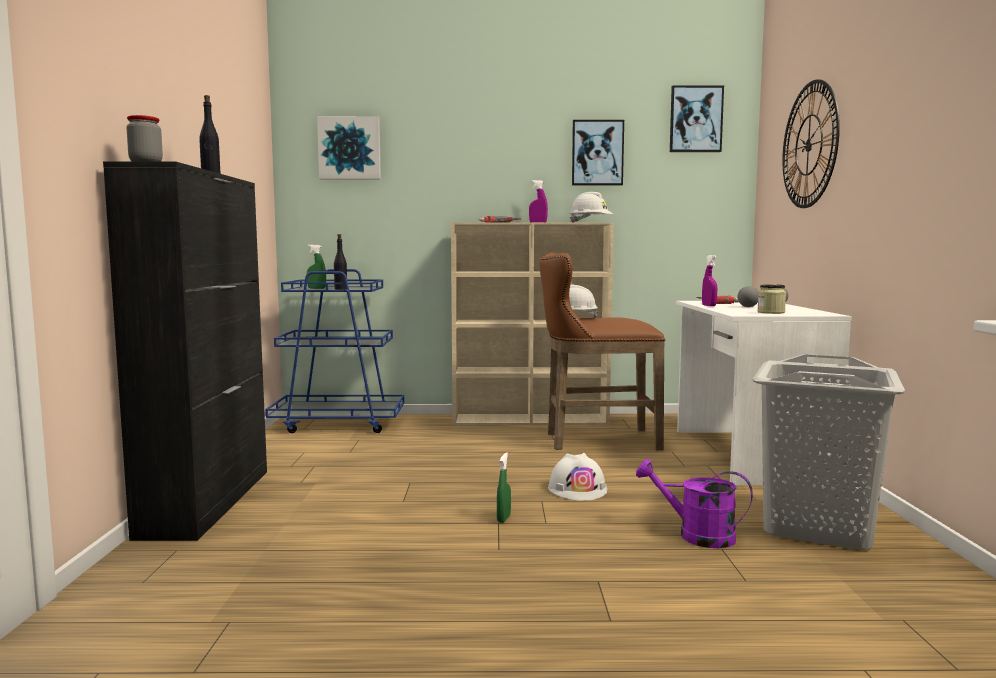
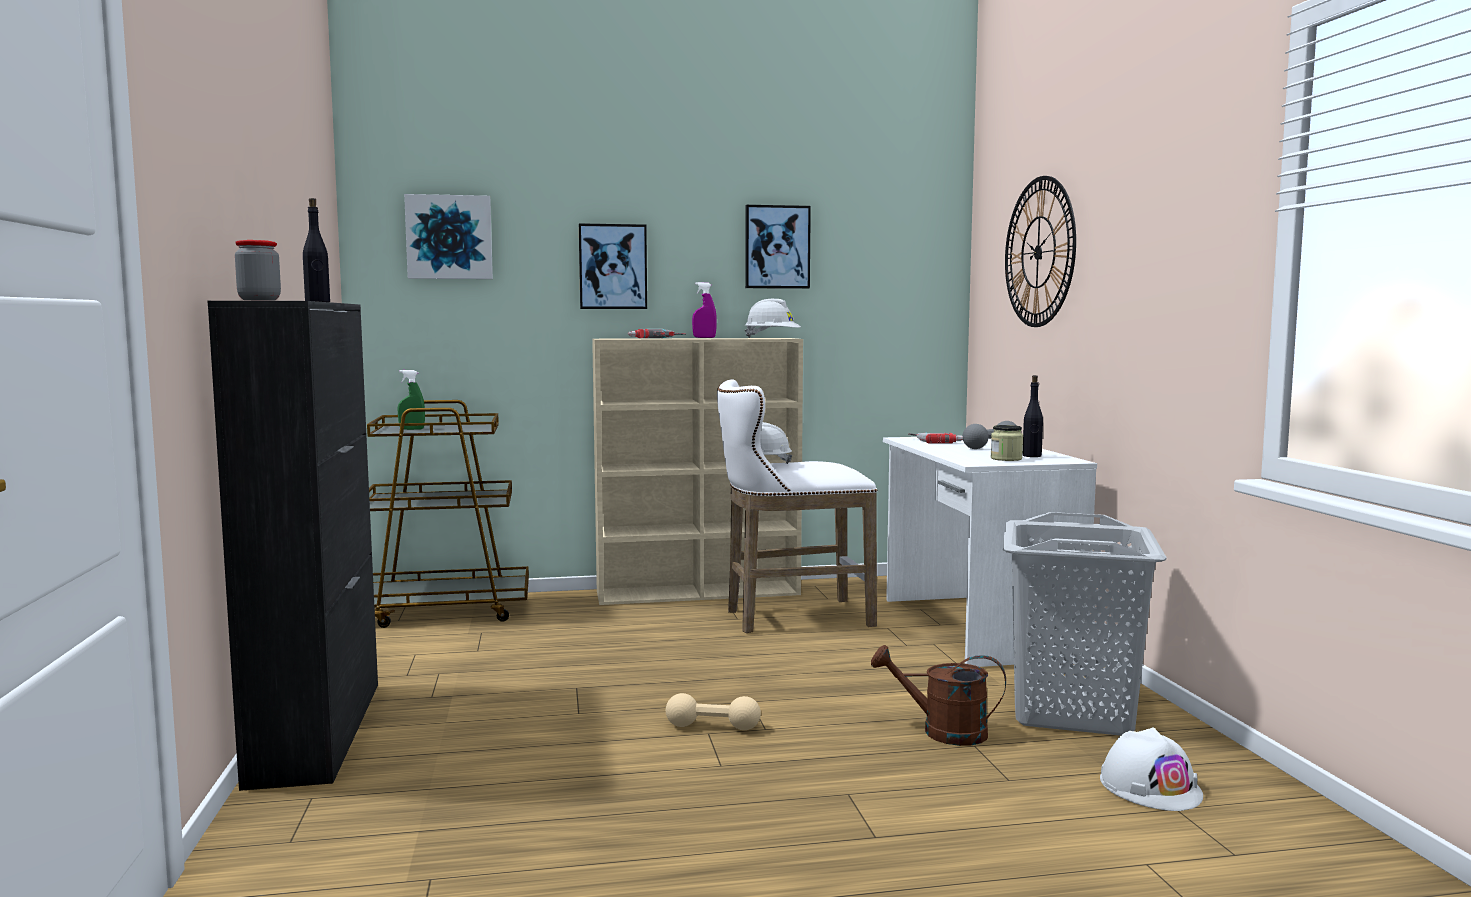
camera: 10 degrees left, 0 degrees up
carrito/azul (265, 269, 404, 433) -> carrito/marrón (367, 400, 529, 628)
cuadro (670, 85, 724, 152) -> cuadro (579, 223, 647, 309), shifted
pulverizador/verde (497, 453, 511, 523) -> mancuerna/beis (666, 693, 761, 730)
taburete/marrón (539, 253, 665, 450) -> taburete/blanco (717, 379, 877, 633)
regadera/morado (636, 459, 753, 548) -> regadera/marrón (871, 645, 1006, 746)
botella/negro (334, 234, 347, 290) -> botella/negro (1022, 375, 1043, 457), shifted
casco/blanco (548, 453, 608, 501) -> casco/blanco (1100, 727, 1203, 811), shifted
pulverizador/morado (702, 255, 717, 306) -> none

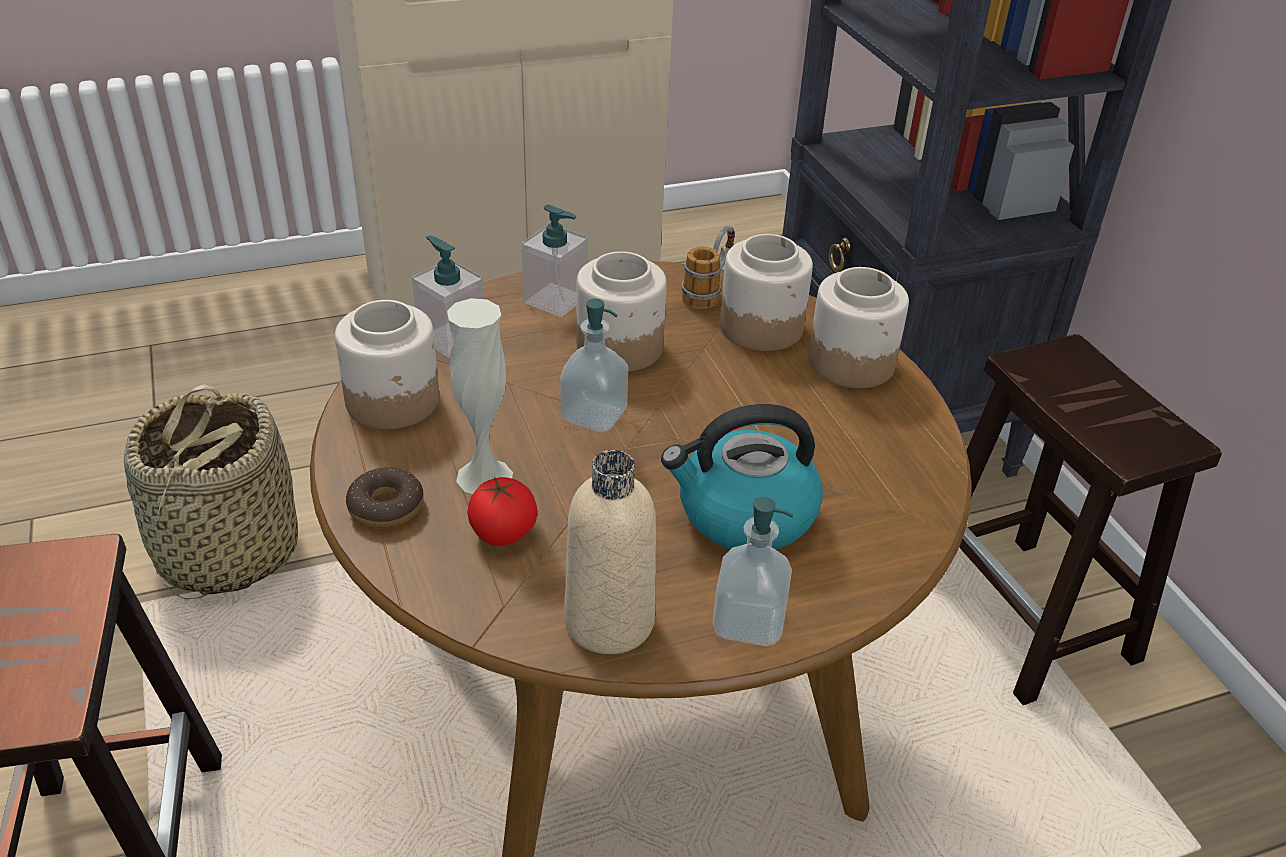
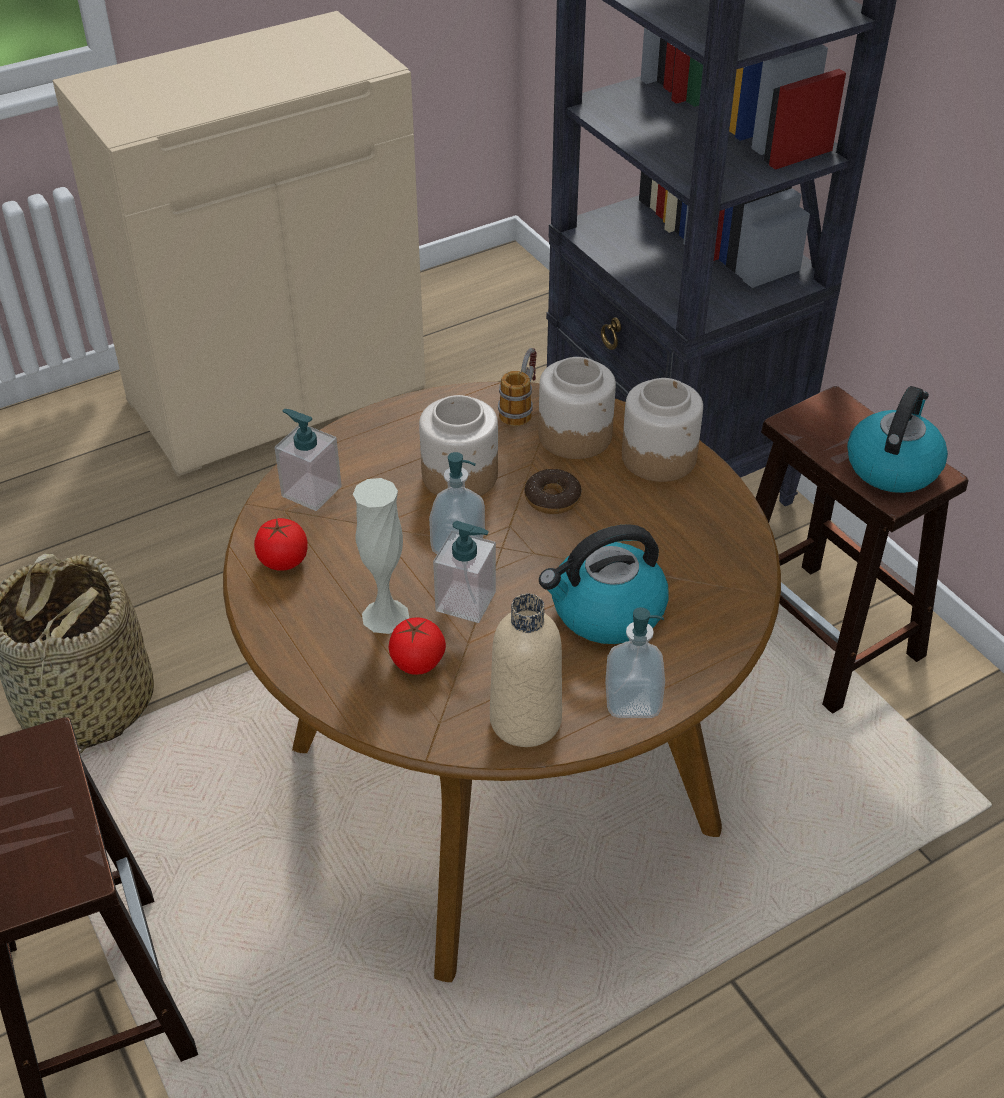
camera: 10 degrees left, 5 degrees up
tarro (335, 300, 439, 429) -> tomate (254, 518, 308, 571)
dispensador de jabón (522, 204, 588, 317) -> dispensador de jabón (433, 521, 496, 623), shifted
rosquilla (346, 467, 424, 528) -> rosquilla (524, 469, 581, 514), shifted
none -> hervidor (847, 386, 948, 493)

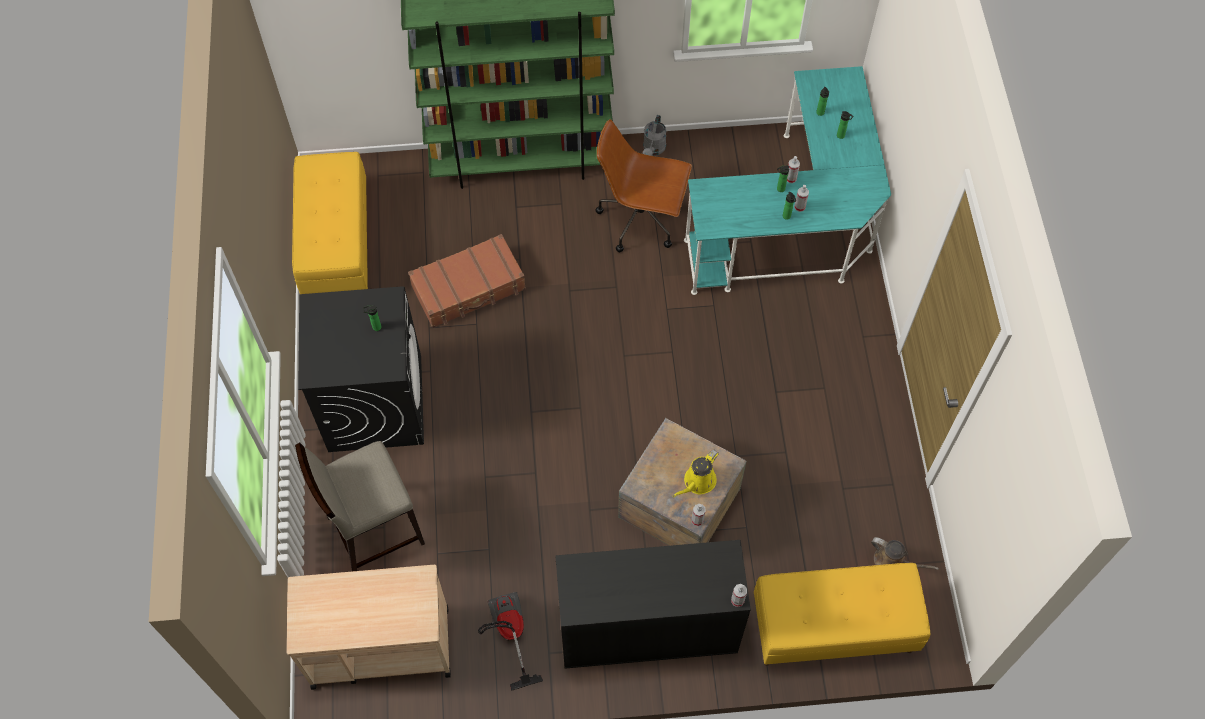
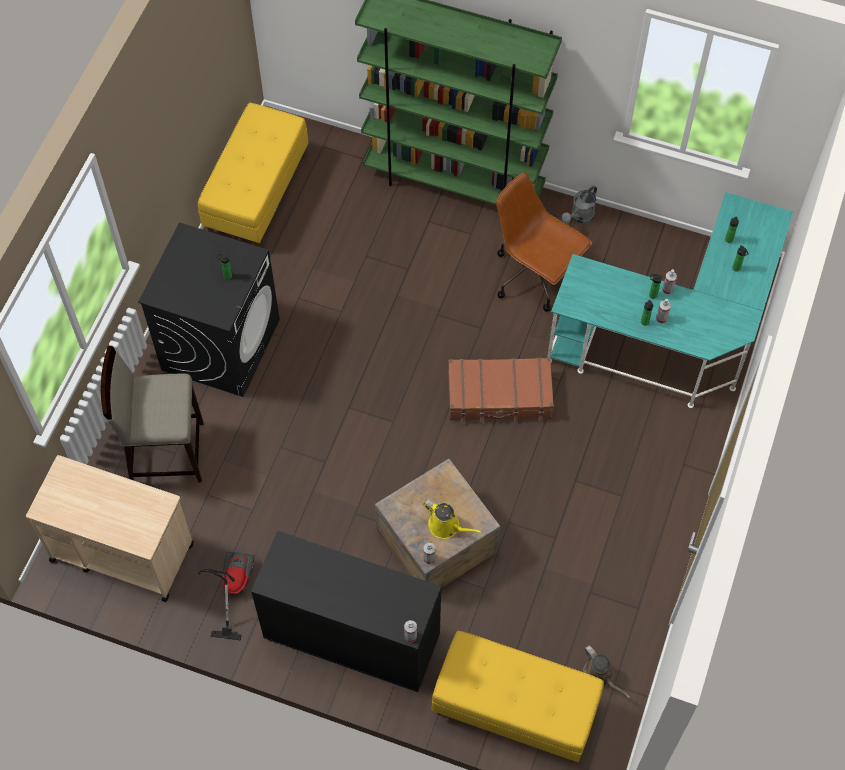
camera: 25 degrees right, 0 degrees up
regadera/amarillo (673, 450, 719, 497) -> regadera/amarillo (423, 499, 482, 539), 120 degrees counterclockwise
maleta/marrón (408, 234, 526, 328) -> maleta/marrón (448, 358, 554, 422), shifted

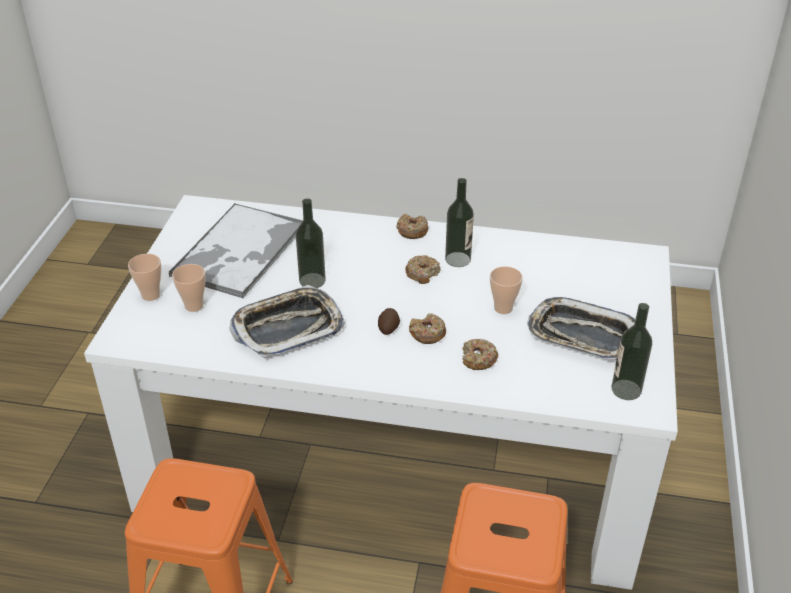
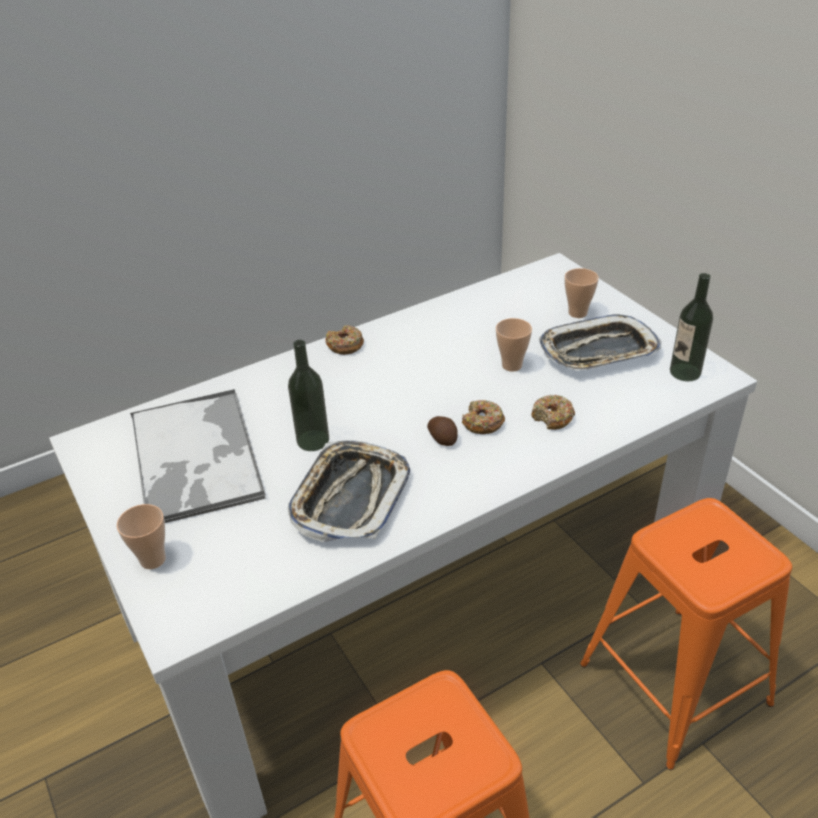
camera: 40 degrees left, 0 degrees up
taza (172, 264, 206, 312) -> taza (565, 268, 599, 318), shifted
rosquilla (405, 255, 441, 284) -> none
botella (445, 178, 474, 267) -> none

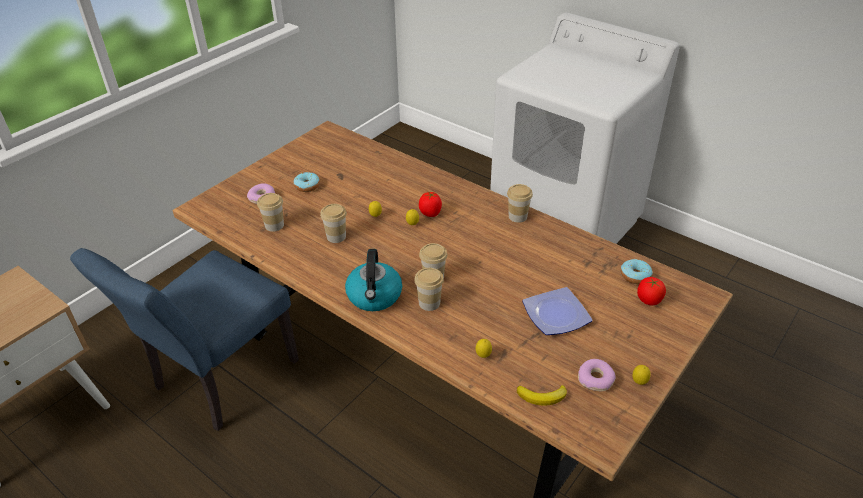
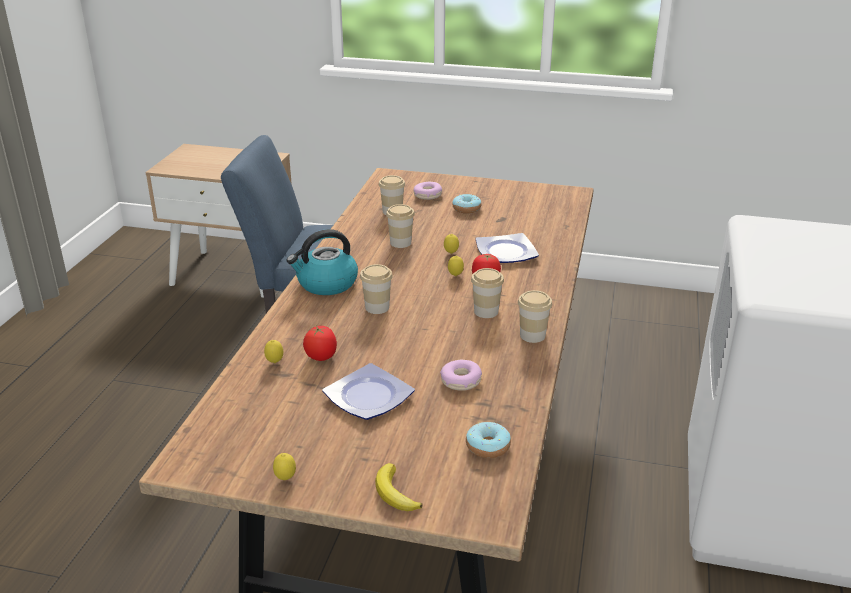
camera: 65 degrees right, 10 degrees down
tomate (637, 277, 666, 305) -> tomate (303, 325, 337, 361), shifted
plátano (517, 385, 567, 405) -> plátano (375, 463, 423, 511), shifted
rosquilla (578, 359, 616, 391) -> rosquilla (440, 360, 482, 391), shifted
taza (414, 268, 444, 311) -> taza (471, 268, 504, 318), shifted
none -> plato (476, 233, 539, 263)

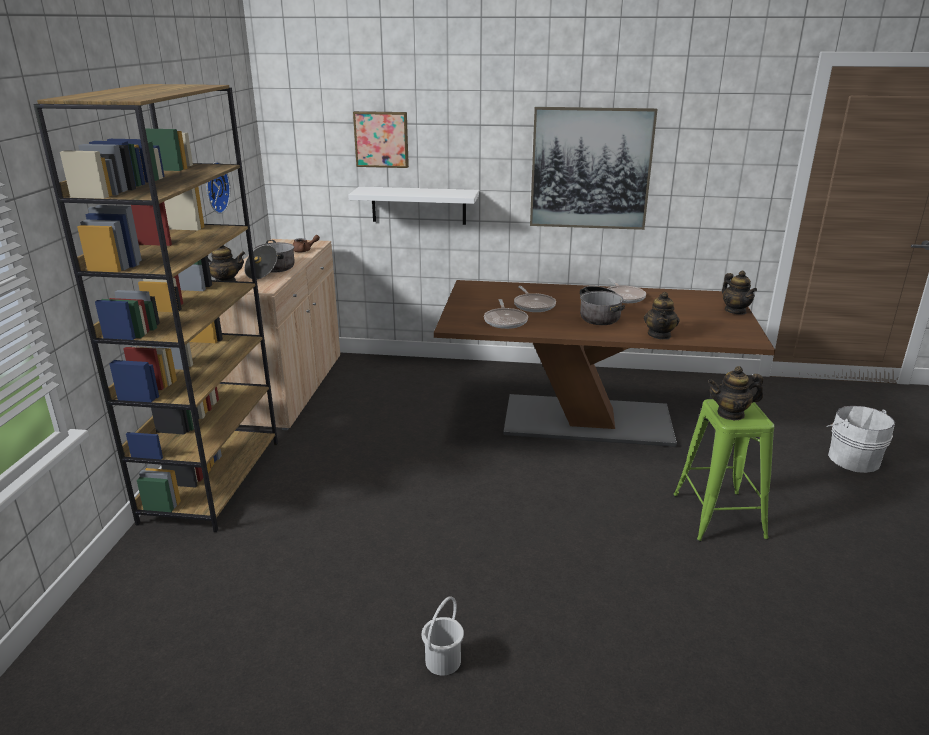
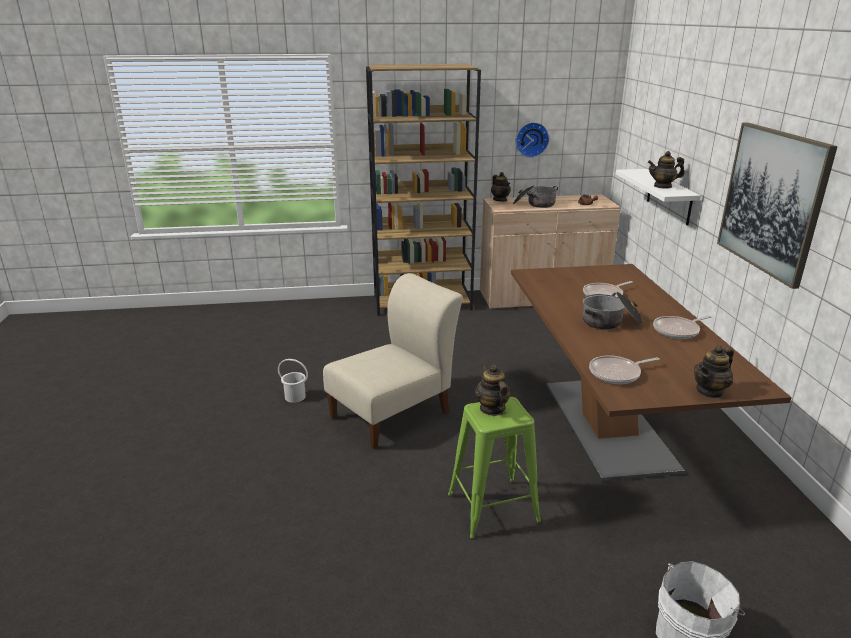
camera: 75 degrees right, 0 degrees up
none -> silla/beis (323, 273, 463, 449)
sartén (484, 299, 528, 329) -> sartén (589, 355, 660, 384), shifted
tetera (644, 292, 679, 340) -> tetera (648, 151, 684, 189), shifted
cuadro (353, 111, 409, 168) -> none

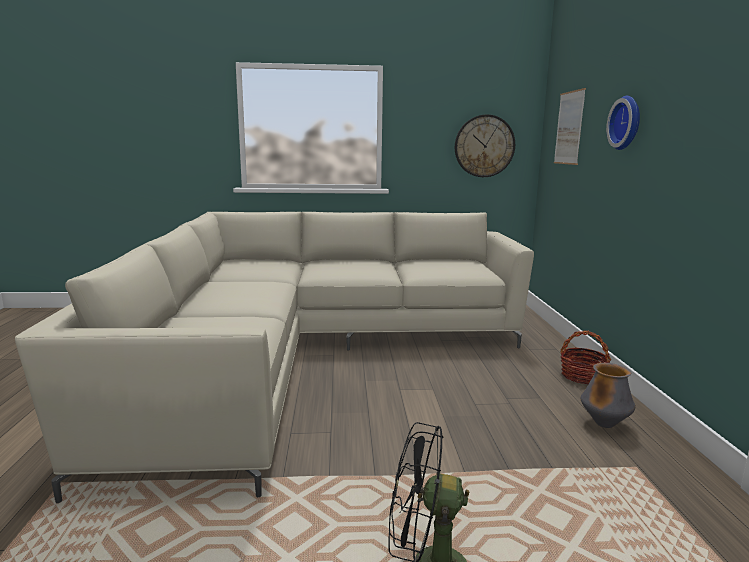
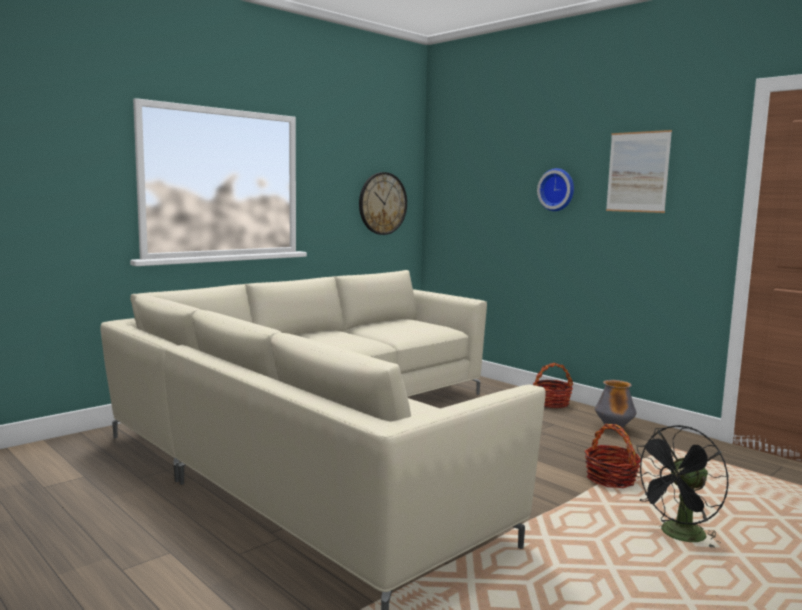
camera: 40 degrees left, 5 degrees down
none -> cesta (585, 424, 641, 488)
cuadro (554, 88, 586, 165) -> cuadro (606, 130, 672, 213), shifted

